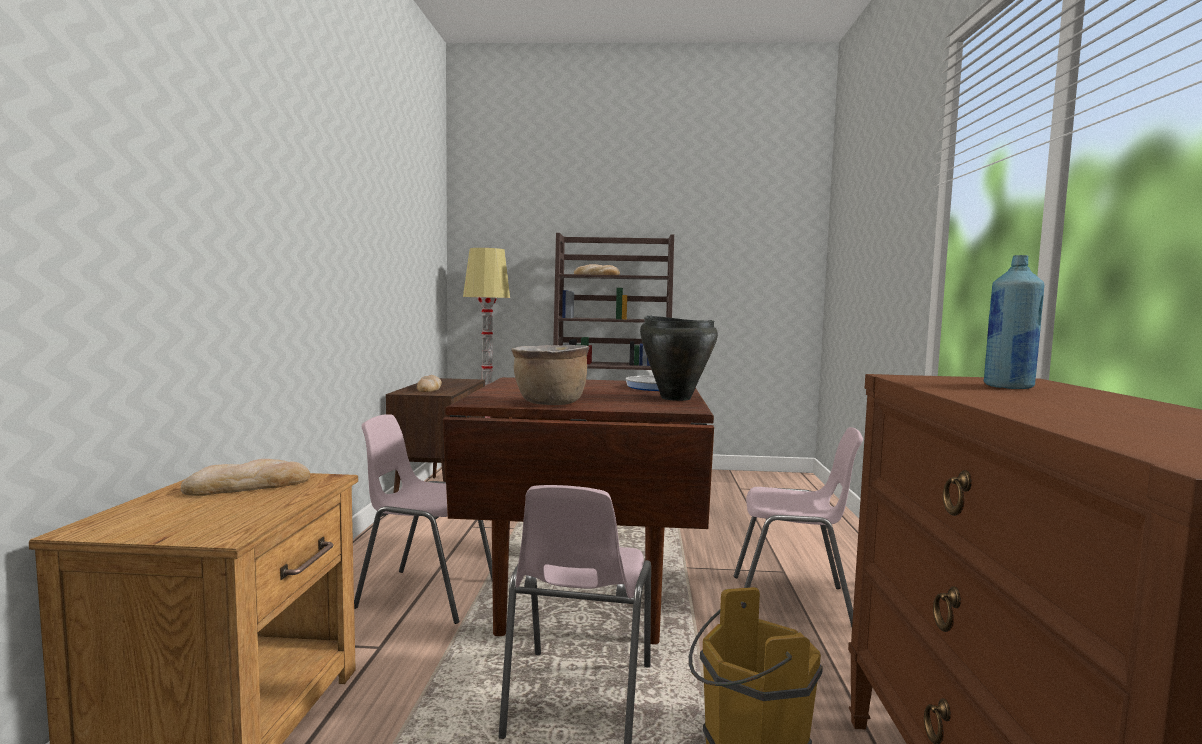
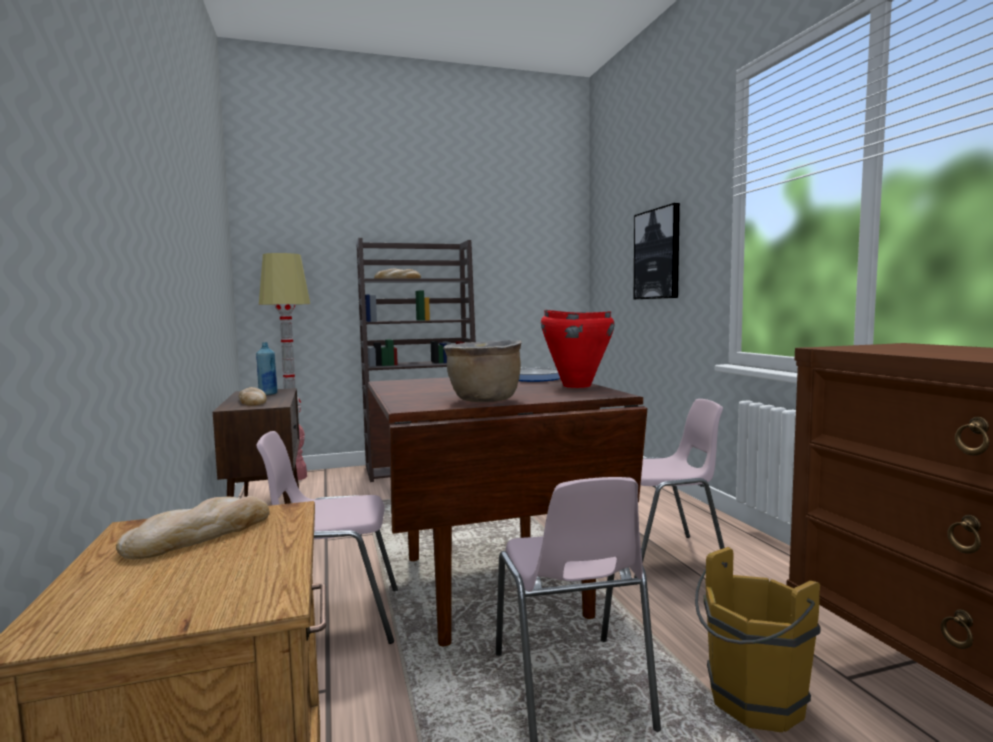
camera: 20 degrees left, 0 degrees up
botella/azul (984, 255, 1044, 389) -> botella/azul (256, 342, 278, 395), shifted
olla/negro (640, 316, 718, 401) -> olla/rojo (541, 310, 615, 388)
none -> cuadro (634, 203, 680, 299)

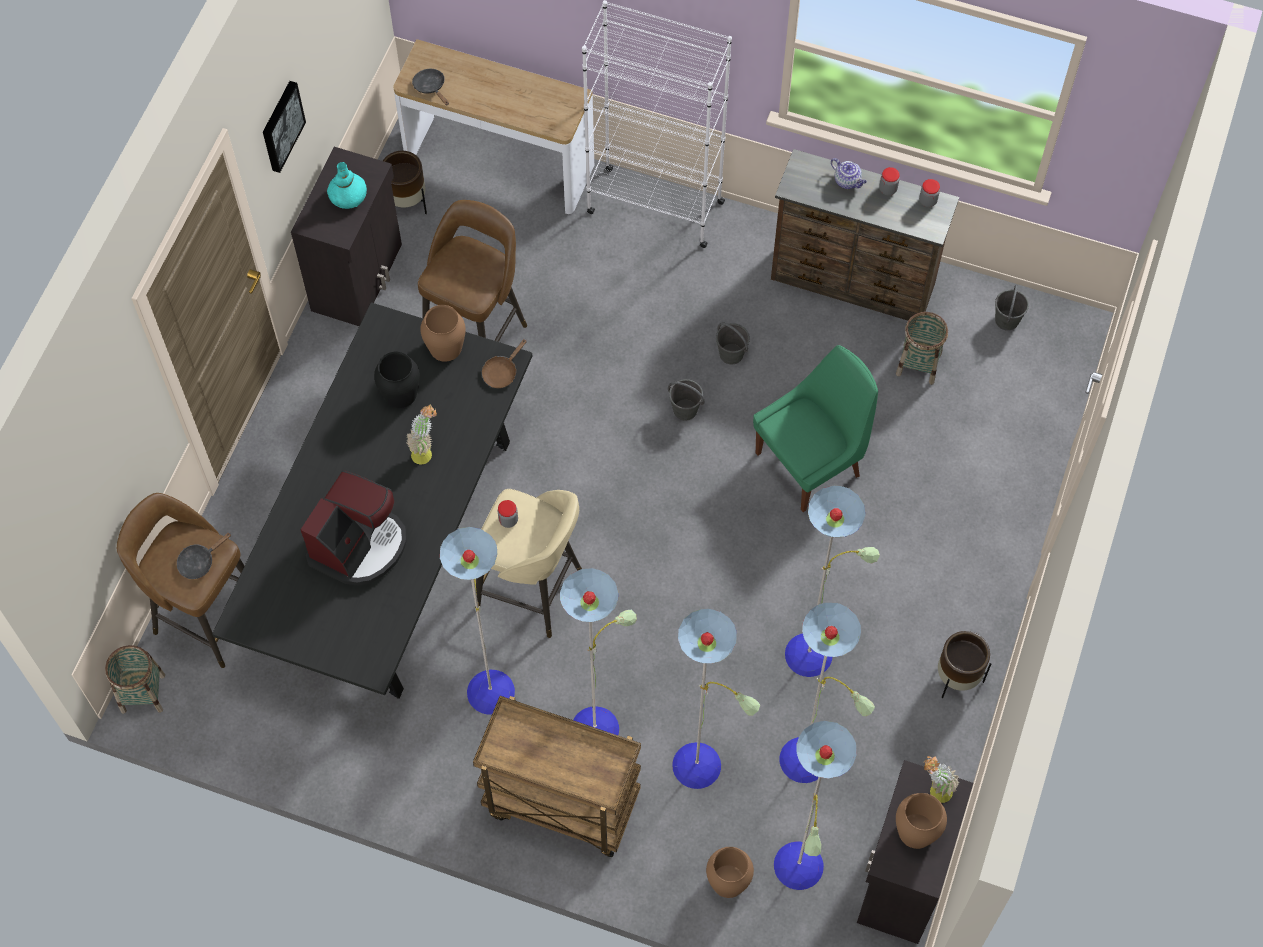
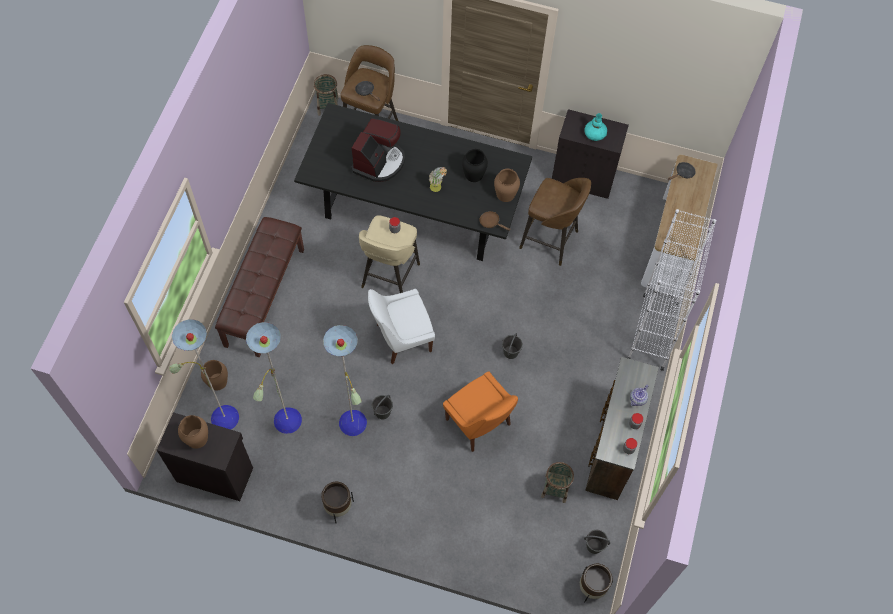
camera: 85 degrees right, 0 degrees up
carrito/marrón (473, 696, 641, 857) -> banco/marrón (215, 217, 304, 357)
cafetera (301, 470, 407, 585) -> cafetera (351, 118, 405, 182), 90 degrees counterclockwise
none -> silla/blanco (368, 289, 435, 364)
cubo/gris (716, 323, 750, 364) -> cubo/gris (372, 395, 393, 419), shifted
silla/verde (753, 345, 878, 512) -> silla/naranja (443, 371, 518, 452)
maceta/marrón (383, 151, 427, 214) -> maceta/marrón (580, 564, 613, 603), shifted
cuadro (263, 81, 306, 173) -> none
lámpara de pie (440, 527, 760, 789) -> none
planta en maceta (924, 756, 959, 803) -> none

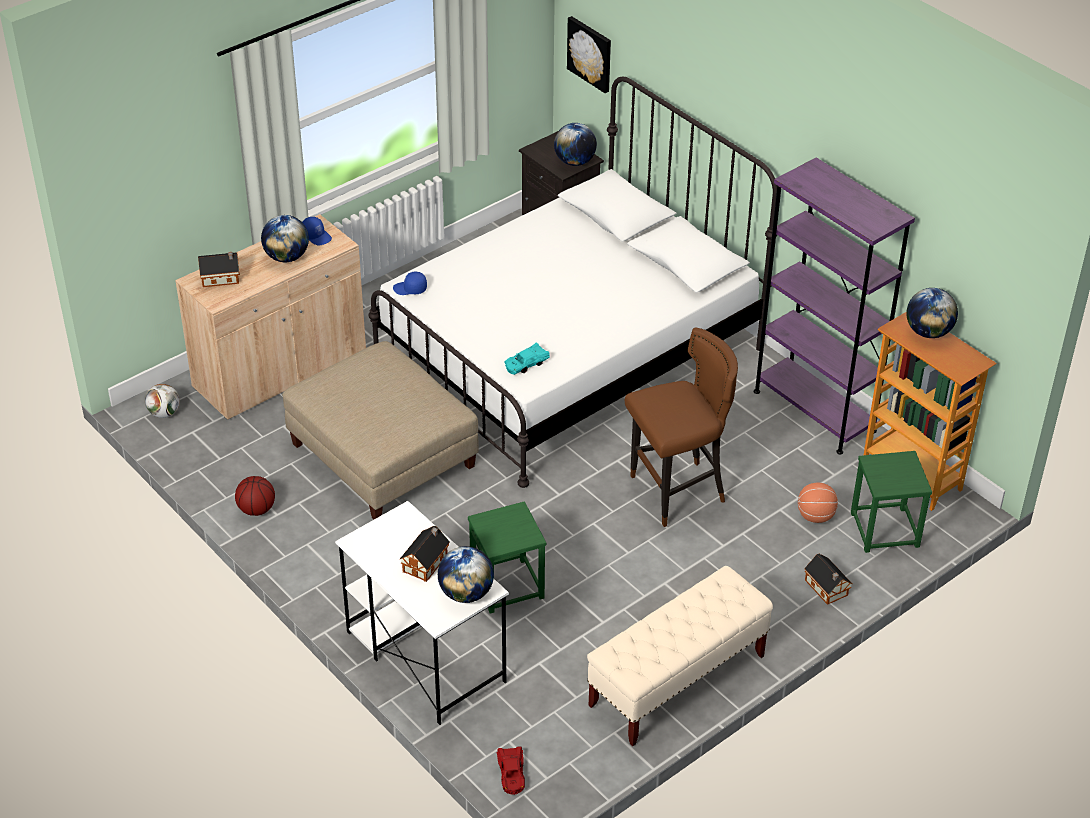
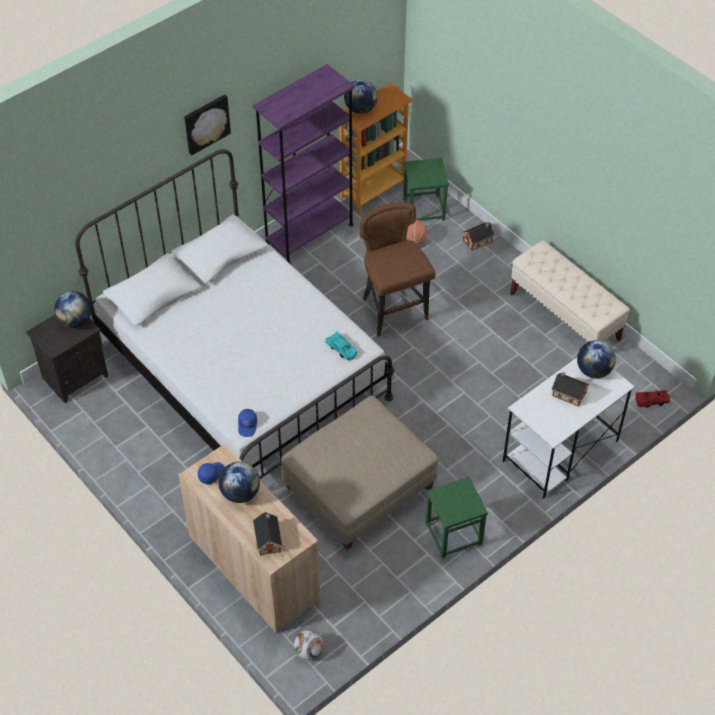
camera: 90 degrees left, 10 degrees up
cuadro (567, 16, 611, 93) -> cuadro (184, 95, 231, 156), shifted
taburete/verde (468, 501, 546, 614) -> taburete/verde (425, 477, 488, 558), shifted
balón de baloncesto (235, 476, 275, 516) -> none

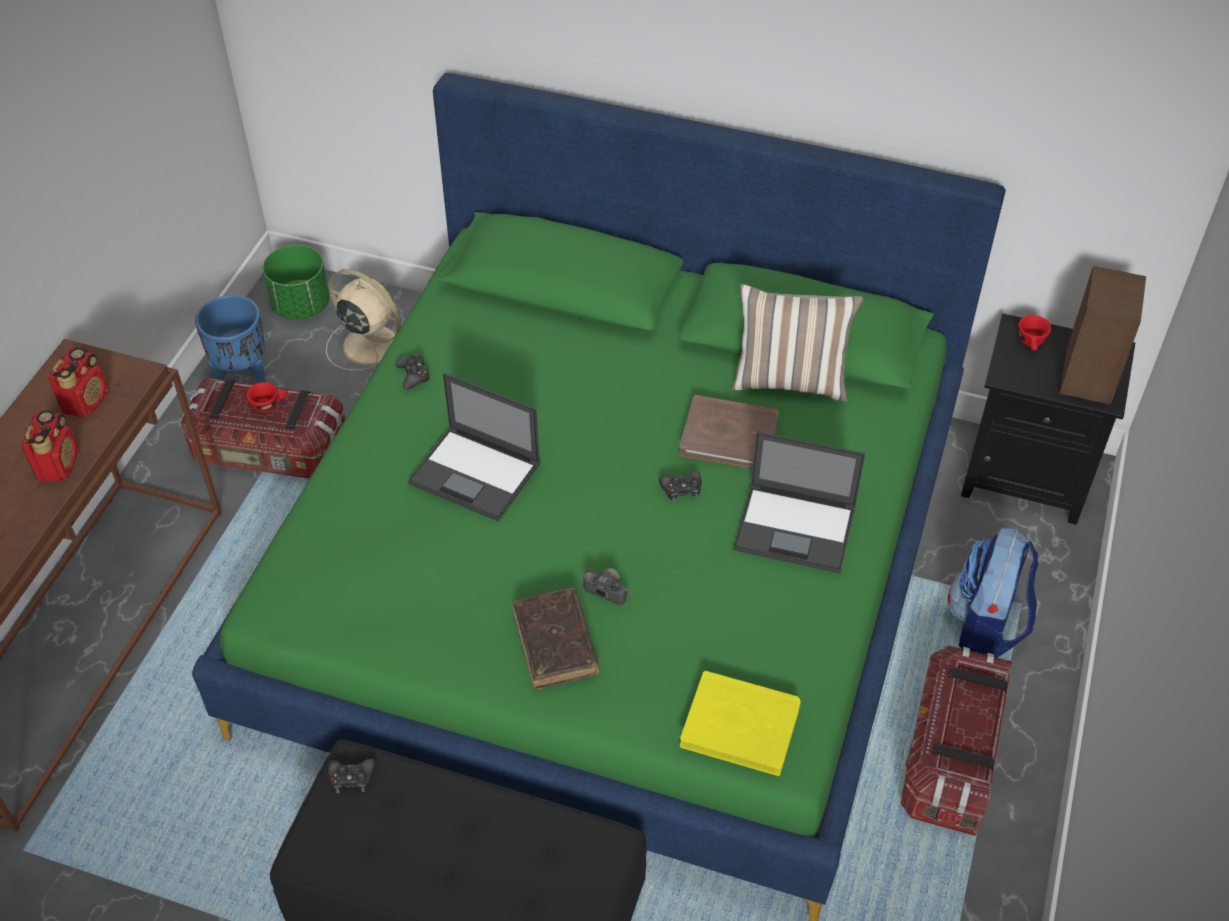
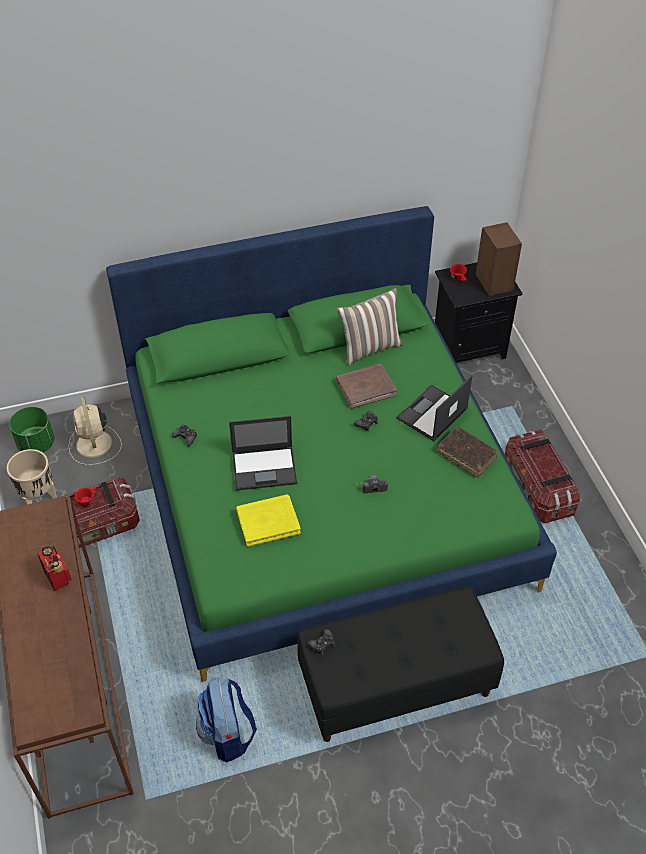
camera: 35 degrees left, 0 degrees up
maceta/azul (195, 295, 266, 383) -> maceta/beis (7, 449, 57, 505)
ventilador/beis (326, 269, 402, 371) -> ventilador/beis (68, 395, 122, 465), 105 degrees counterclockwise
mochila (948, 528, 1039, 658) -> mochila (196, 678, 257, 763), shifted
libro/amarillo (680, 671, 801, 776) -> libro/amarillo (236, 494, 301, 547), shifted
portátil (733, 431, 865, 573) -> portátil (397, 375, 472, 441), 150 degrees clockwise
libro/marrón (513, 588, 600, 690) -> libro/marrón (437, 426, 499, 478), shifted
radio (48, 347, 108, 418) -> none

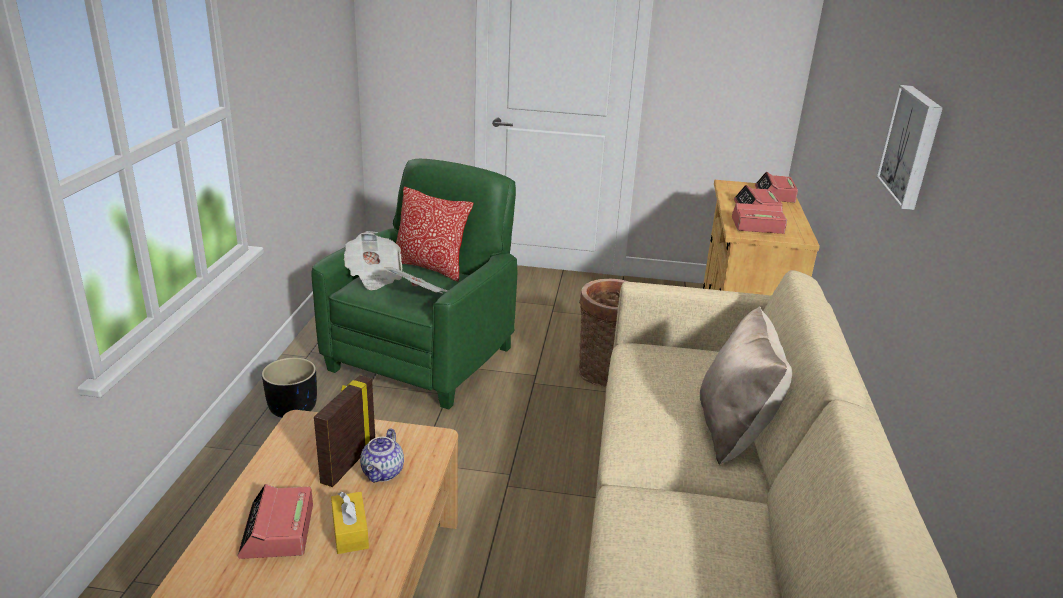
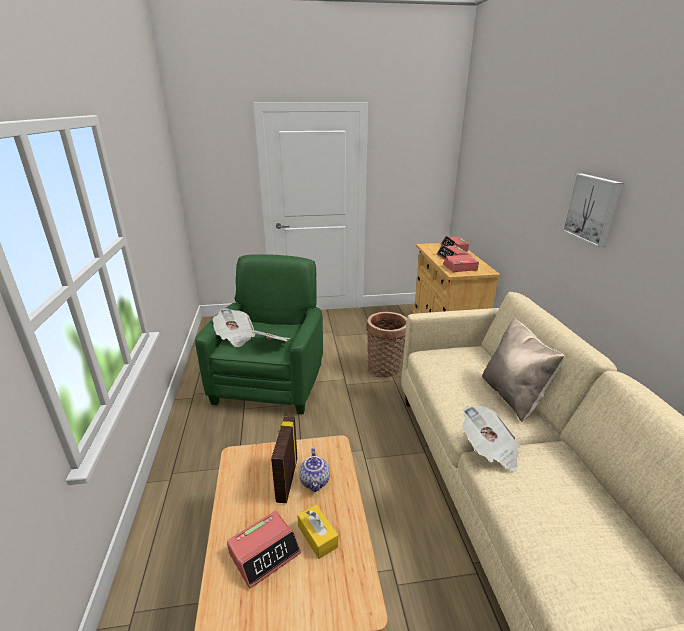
camera: 15 degrees left, 0 degrees up
despertador (237, 484, 313, 559) -> despertador (227, 511, 301, 589), 105 degrees counterclockwise
none -> periódico (462, 406, 520, 472)
maceta/negro (262, 358, 317, 418) -> none
cojín (396, 187, 473, 282) -> none

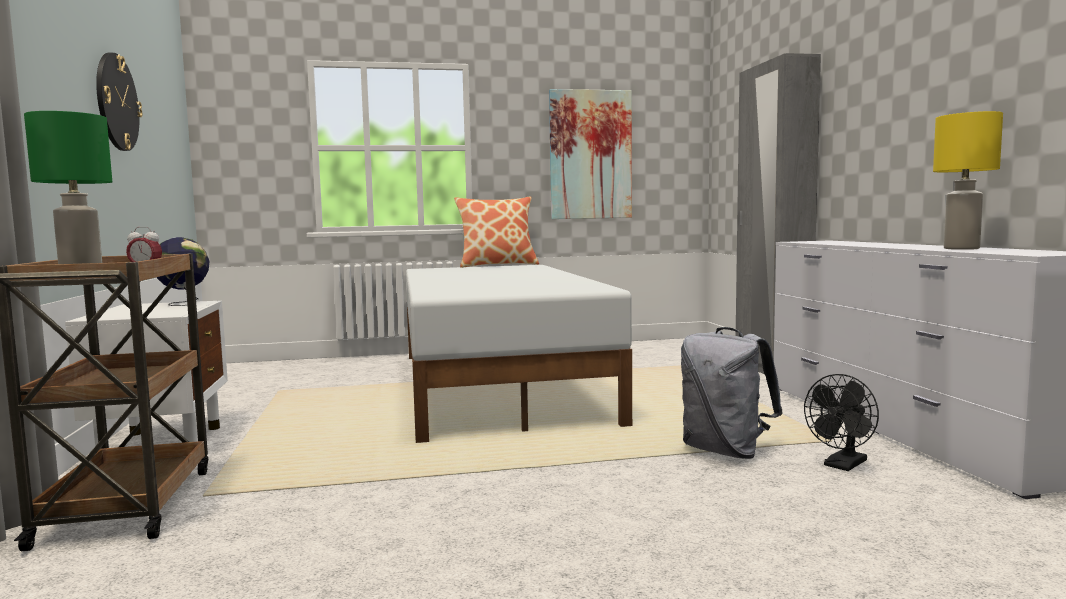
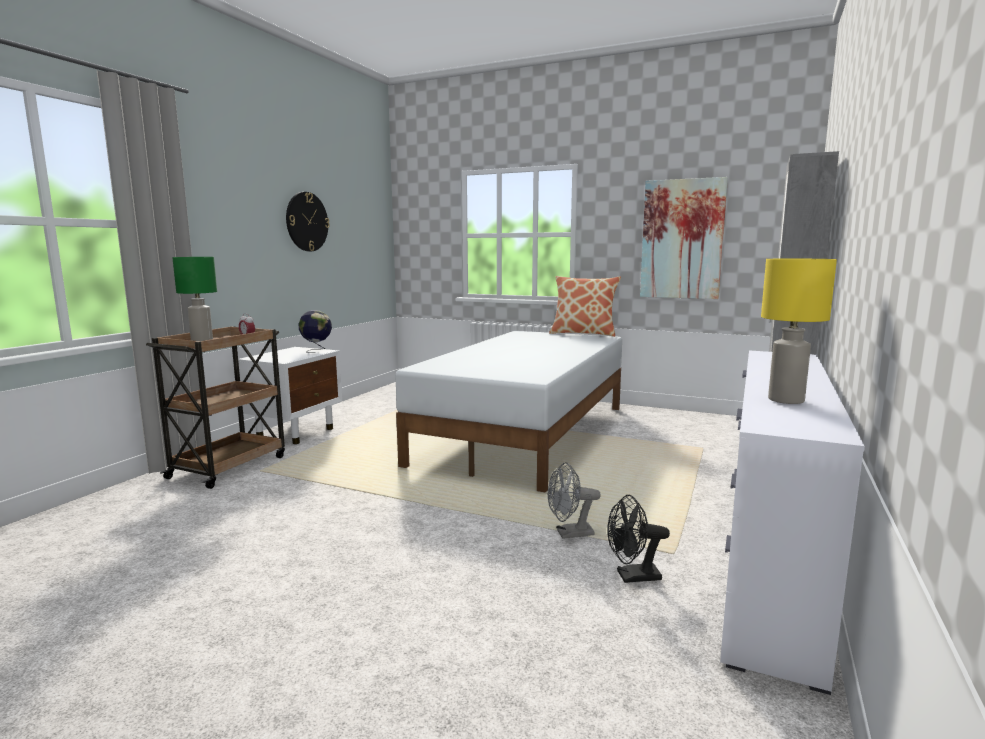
camera: 35 degrees right, 5 degrees up
mochila/gris (681, 327, 783, 459) -> ventilador/gris (547, 462, 601, 539)

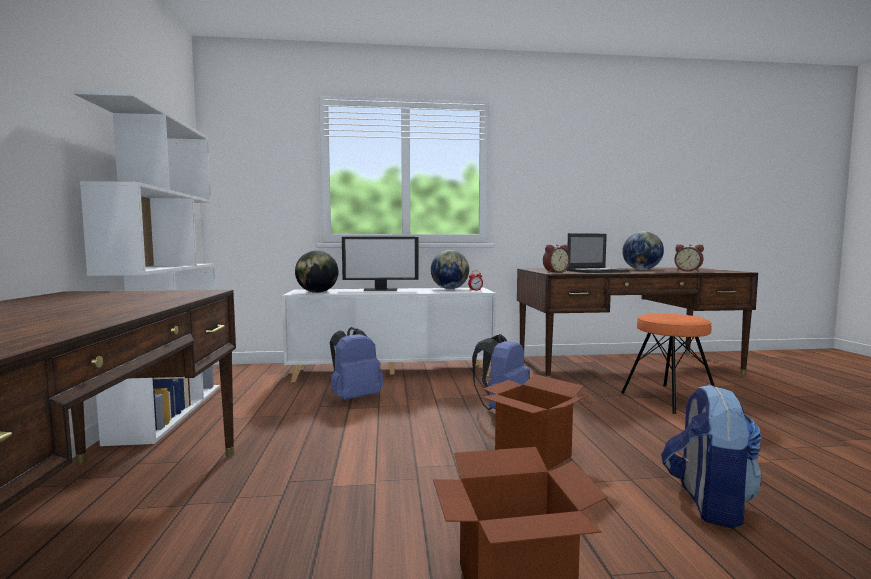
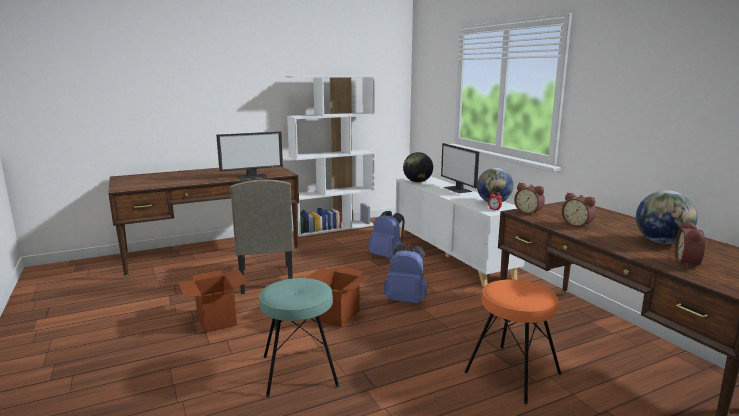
camera: 70 degrees right, 10 degrees up
none -> monitor (216, 131, 283, 180)
none -> silla/beis (230, 179, 293, 294)
mochila (661, 384, 762, 528) -> taburete/turquesa (259, 278, 339, 397)
portátil (567, 233, 630, 273) -> despertador (562, 192, 596, 228)

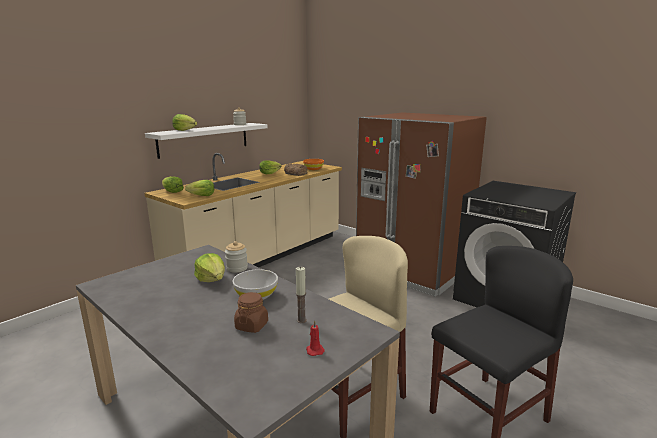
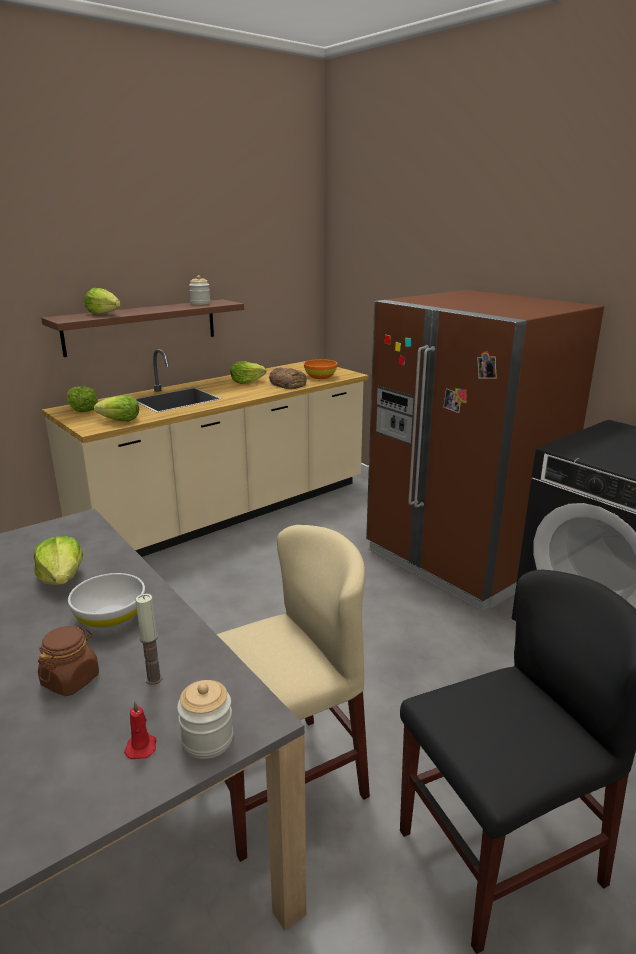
camera: 10 degrees right, 5 degrees up
estante/blanco (145, 123, 268, 159) -> estante/marrón (41, 299, 244, 357)
tarro (225, 241, 248, 273) -> tarro (177, 680, 233, 759), shifted

